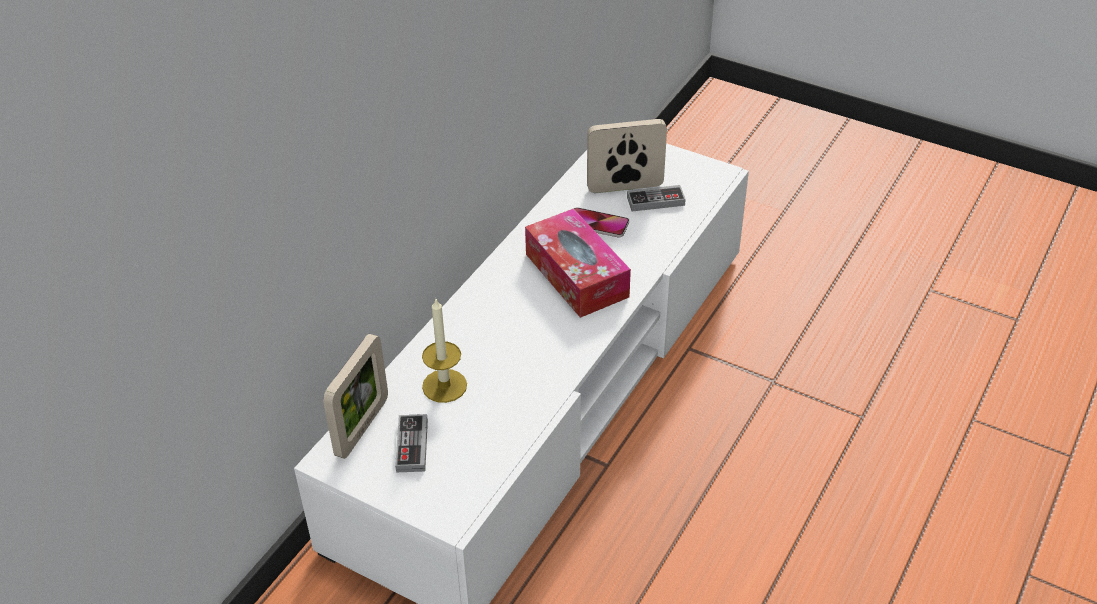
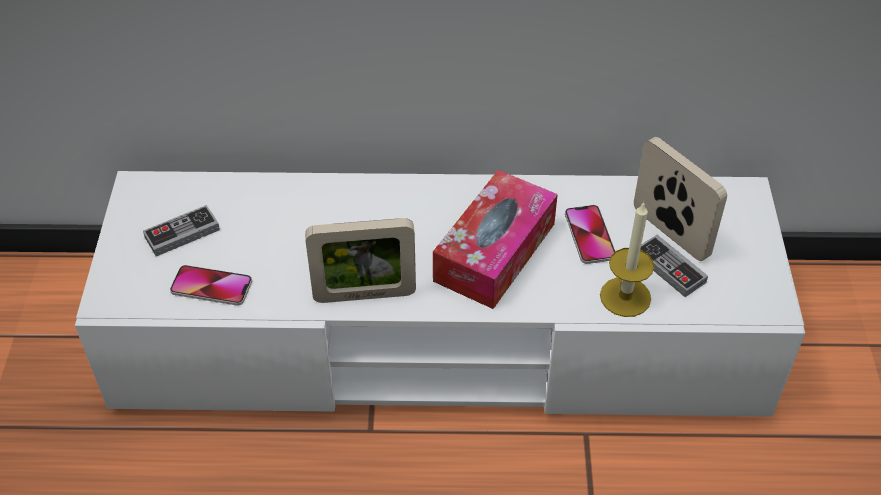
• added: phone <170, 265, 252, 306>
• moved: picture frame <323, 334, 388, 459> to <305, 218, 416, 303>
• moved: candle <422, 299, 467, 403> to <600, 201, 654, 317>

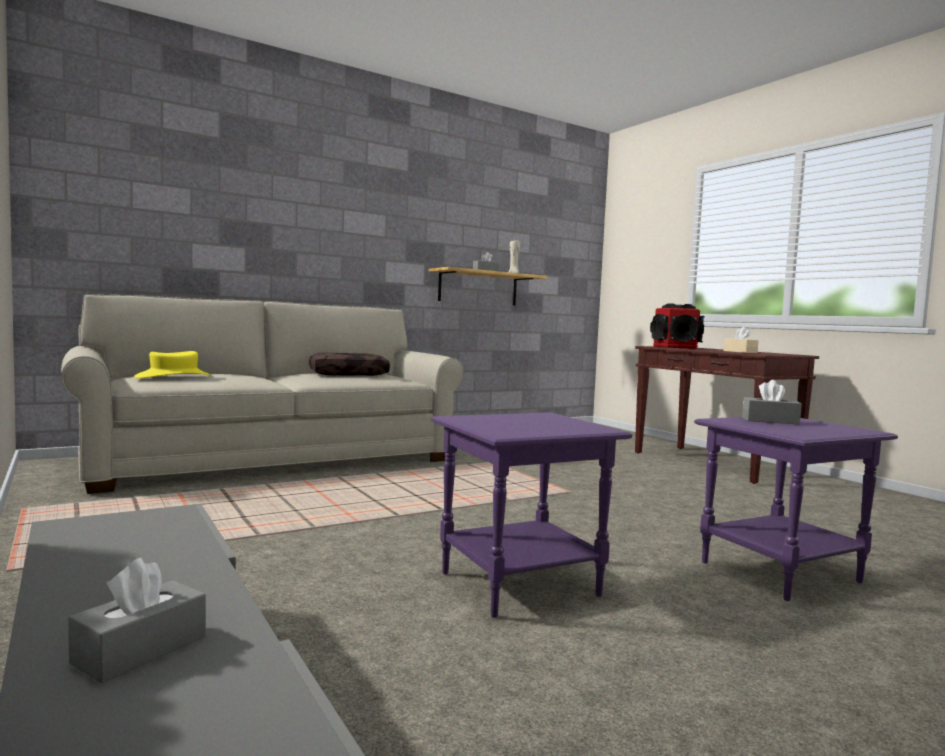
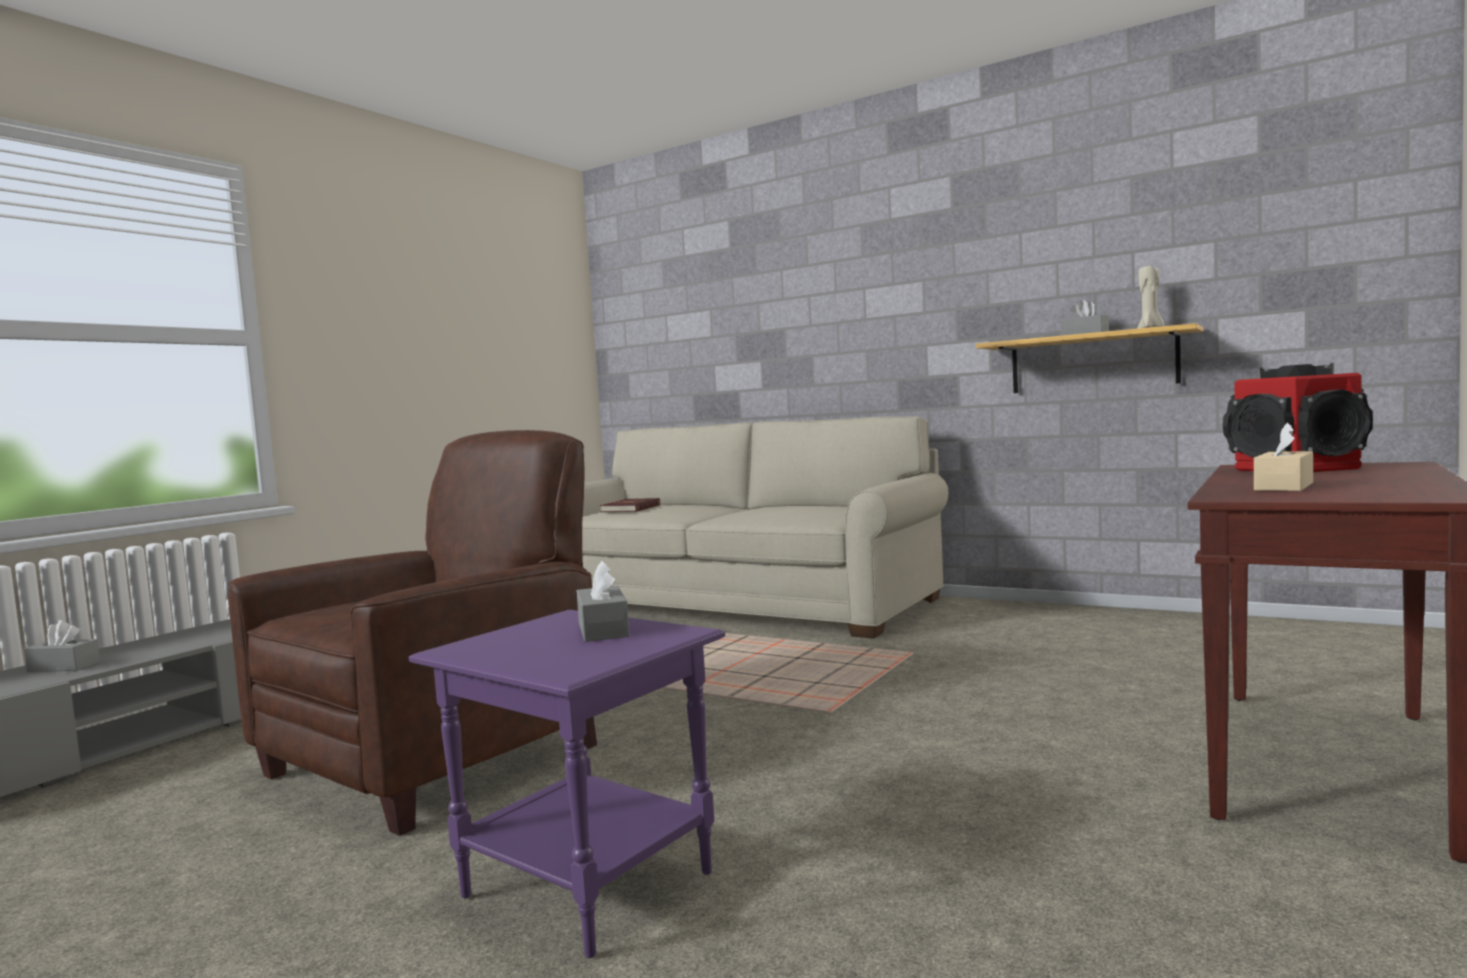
• removed: brown pillow <309, 353, 390, 376>
• replaced: yellow hat <134, 351, 212, 379> to red book <600, 498, 660, 512>
• replaced: purple side table <431, 412, 632, 618> to brown armchair <228, 430, 597, 836>

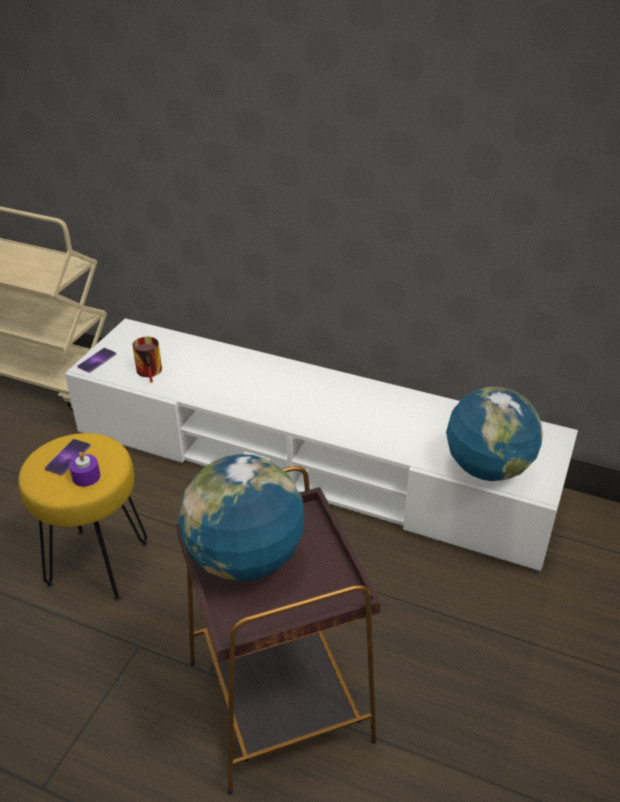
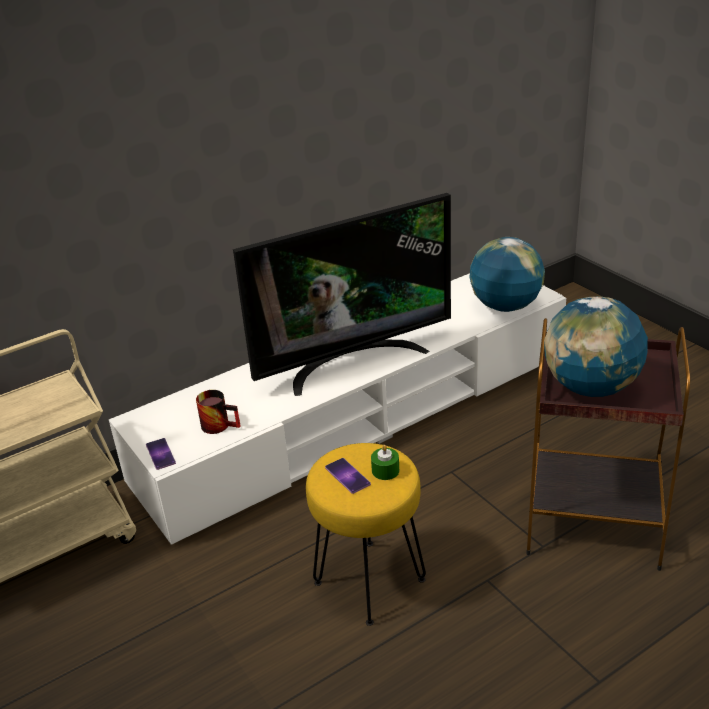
• added: television <233, 193, 451, 396>
• recoloured: purple candle <69, 452, 100, 487> to green candle <371, 445, 399, 480>

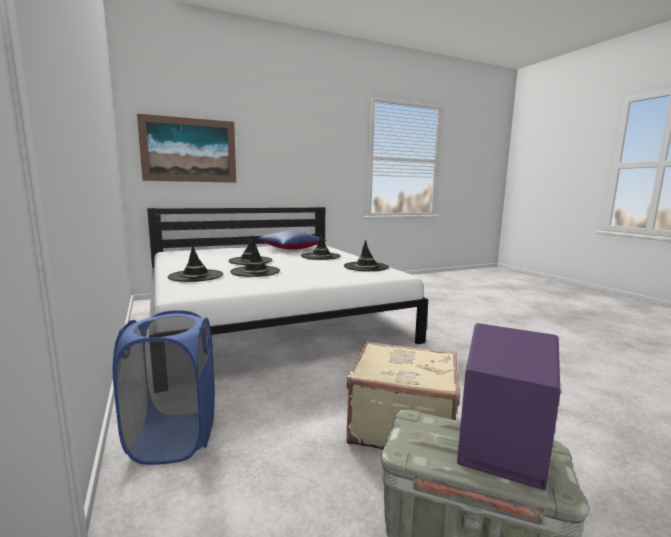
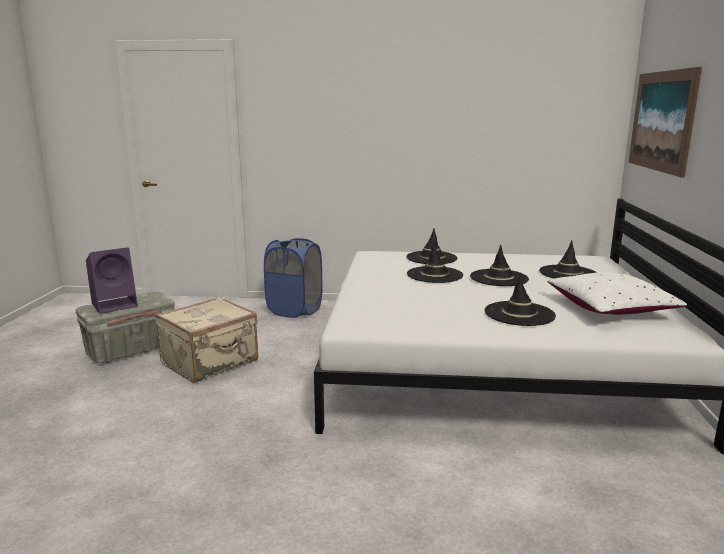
• moved: black hat <344, 240, 389, 271> to <539, 240, 596, 278>
• recoloured: blue pillow <257, 231, 326, 250> to white pillow <547, 272, 687, 315>

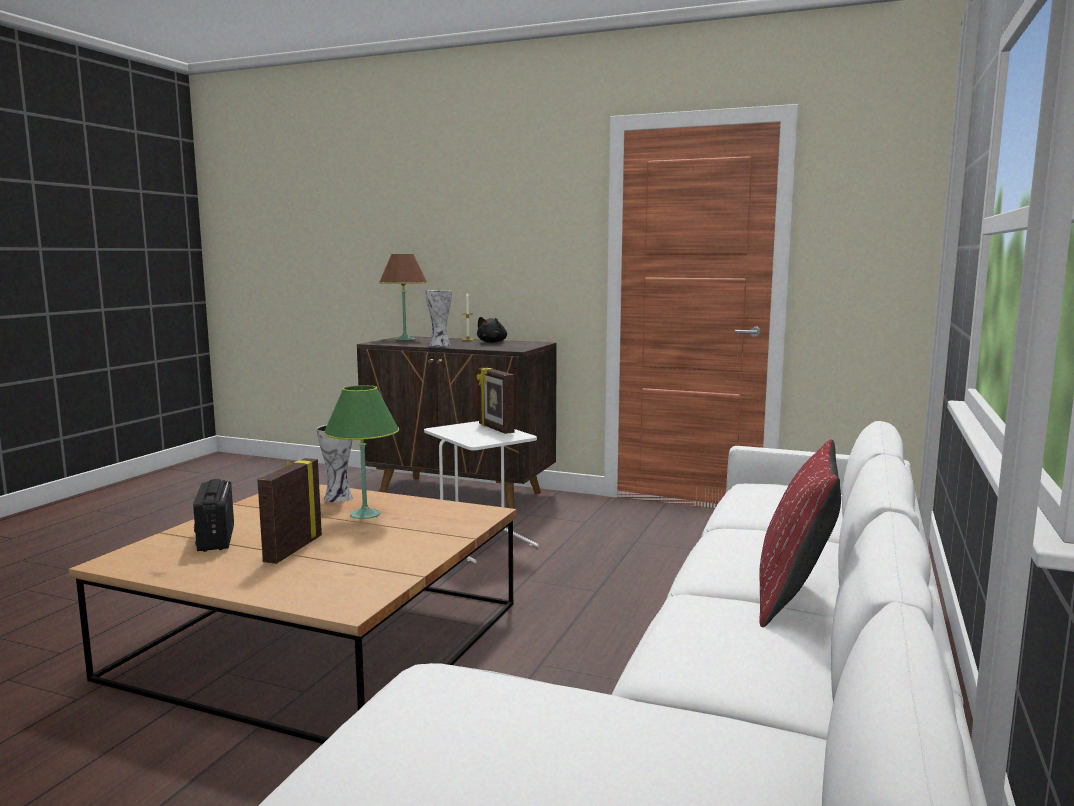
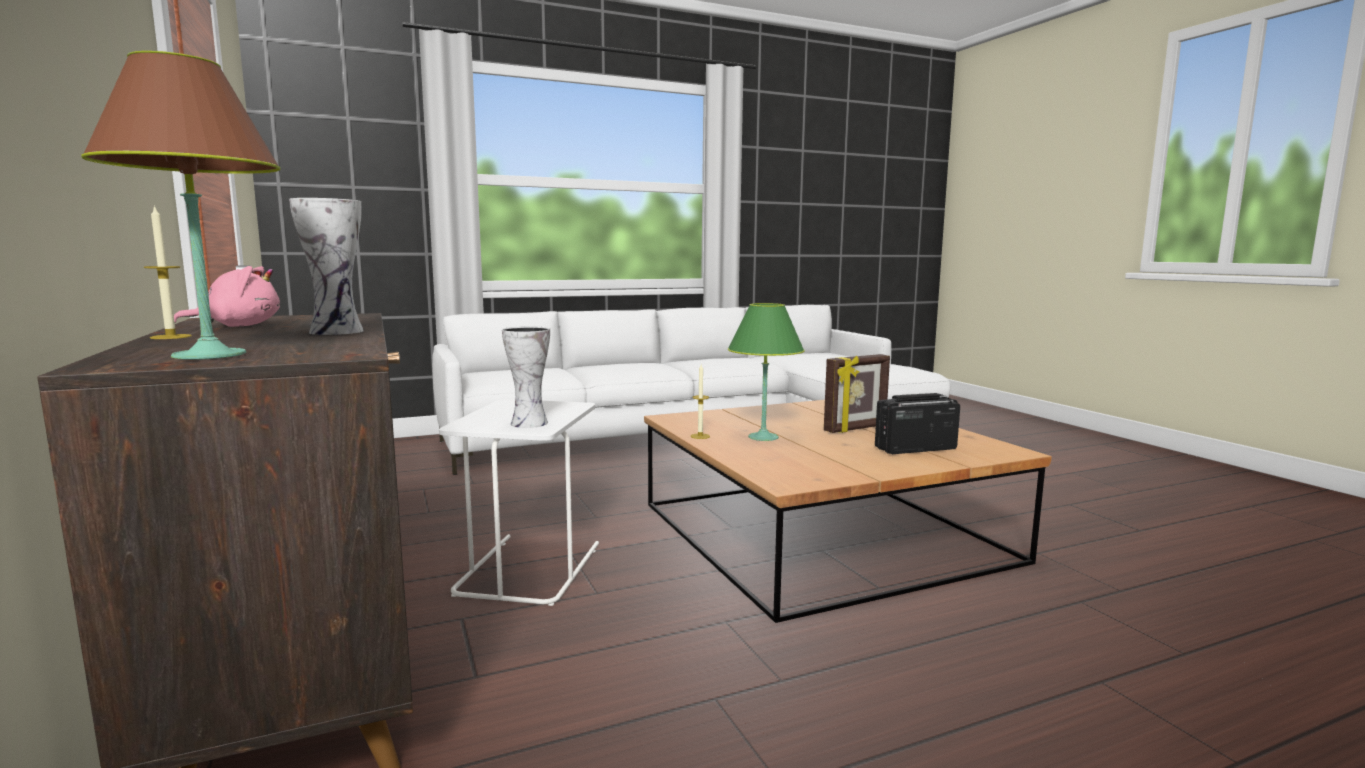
• removed: picture frame <477, 367, 514, 434>
• removed: red pillow <759, 439, 841, 627>
• added: candle <691, 364, 710, 439>
• moved: vase <317, 425, 353, 503> to <502, 326, 550, 428>
• recoloured: black plush toy <477, 317, 507, 343> to pink plush toy <174, 266, 280, 327>
• turned: radio <193, 479, 234, 552> = <875, 393, 960, 454> 135 degrees counterclockwise

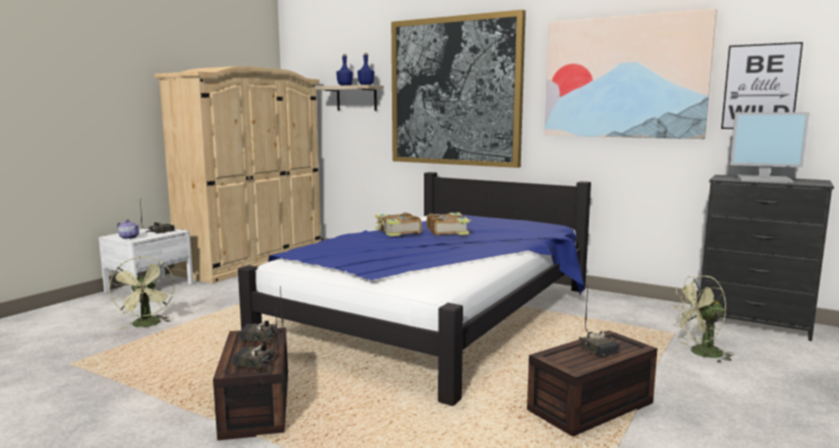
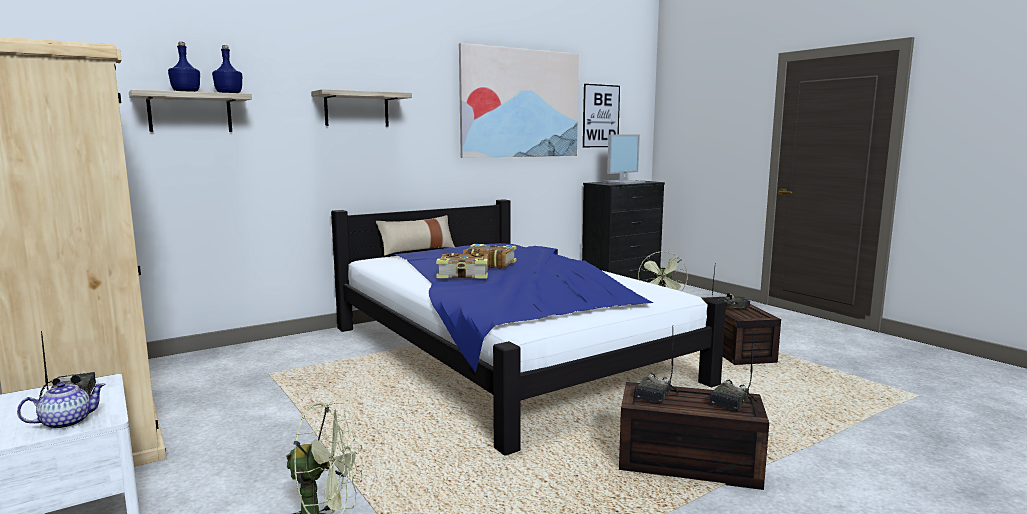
• added: beige pillow <376, 215, 455, 256>
• replaced: picture <391, 10, 526, 168> to shelf <311, 89, 412, 126>

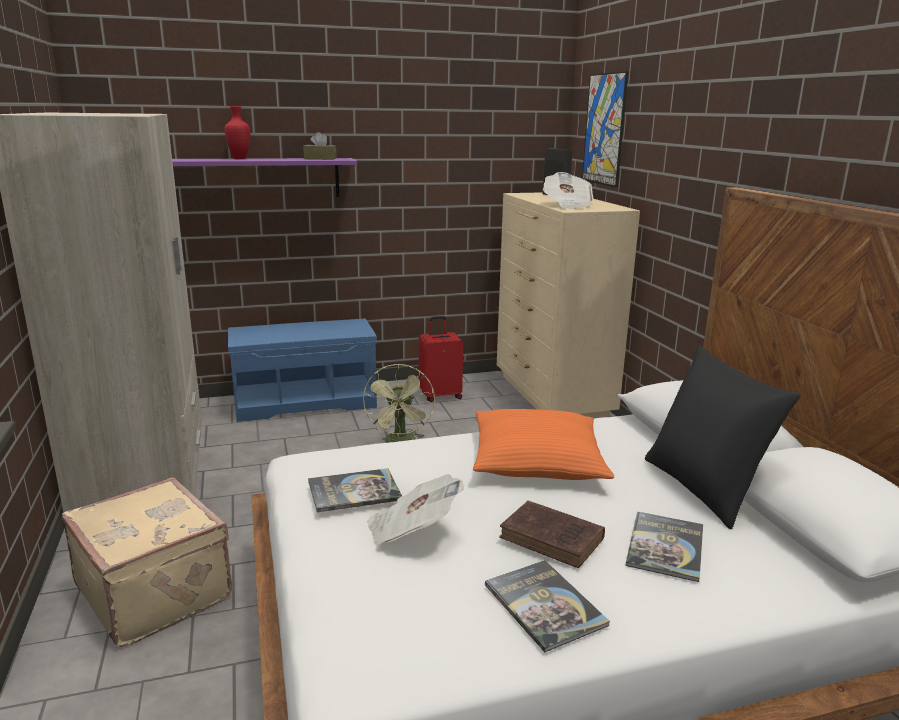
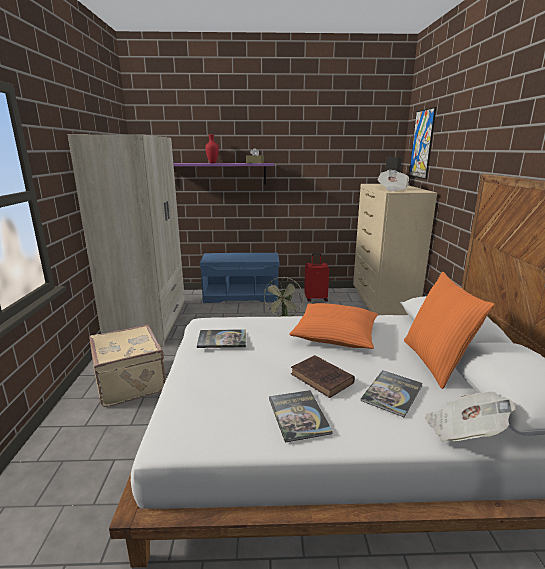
• moved: newspaper <367, 474, 464, 546> to <425, 391, 516, 442>
• recoloured: black pillow <645, 346, 801, 529> to orange pillow <404, 272, 495, 389>

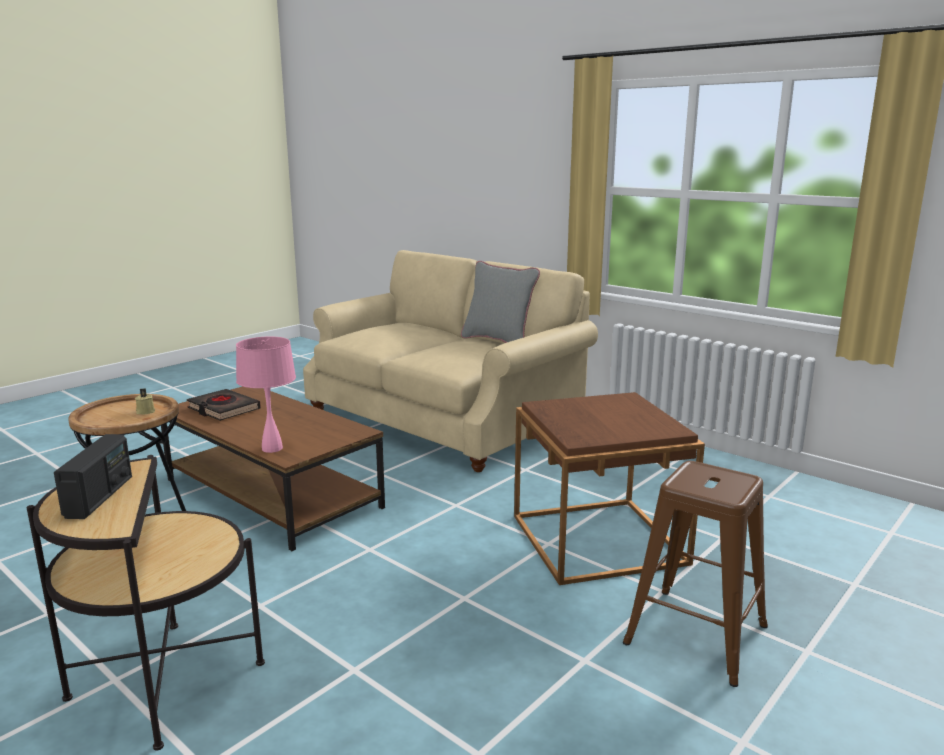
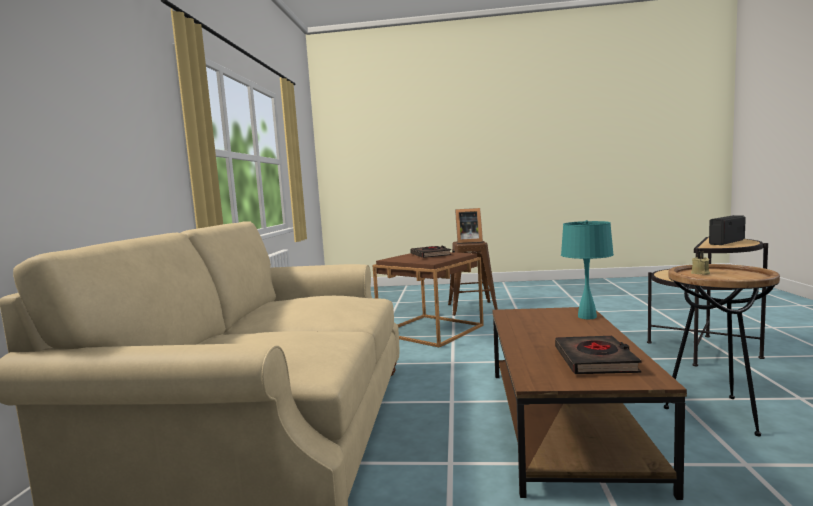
• removed: grey pillow <461, 261, 540, 343>
• added: black book <410, 246, 451, 258>
• added: picture frame <455, 208, 483, 244>
• recoloured: pink table lamp <236, 336, 296, 453> to turquoise table lamp <561, 220, 614, 319>

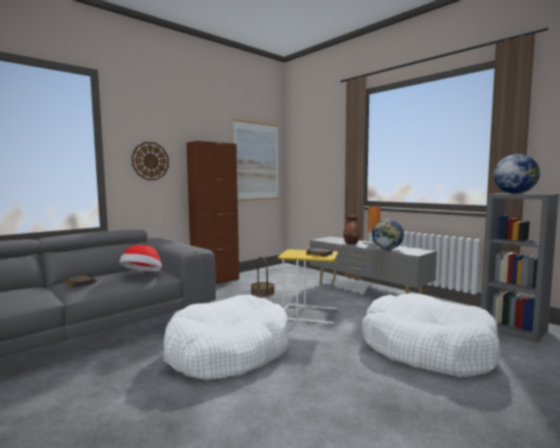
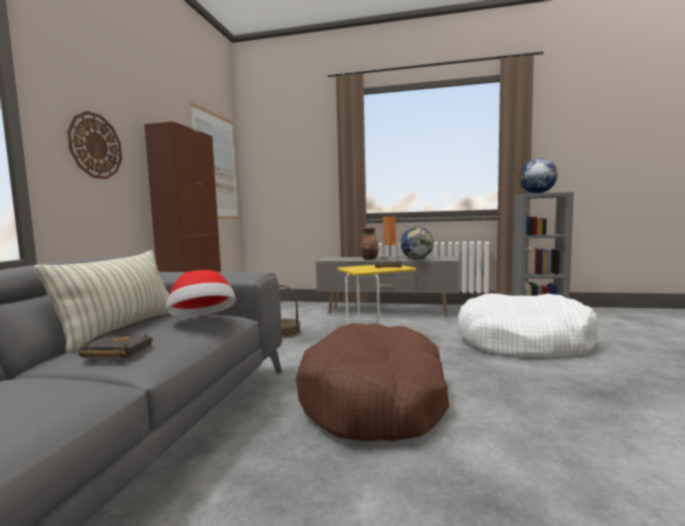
• added: pillow <34, 250, 169, 353>
• recoloured: white dog bed <163, 295, 288, 380> to brown dog bed <296, 323, 449, 441>

